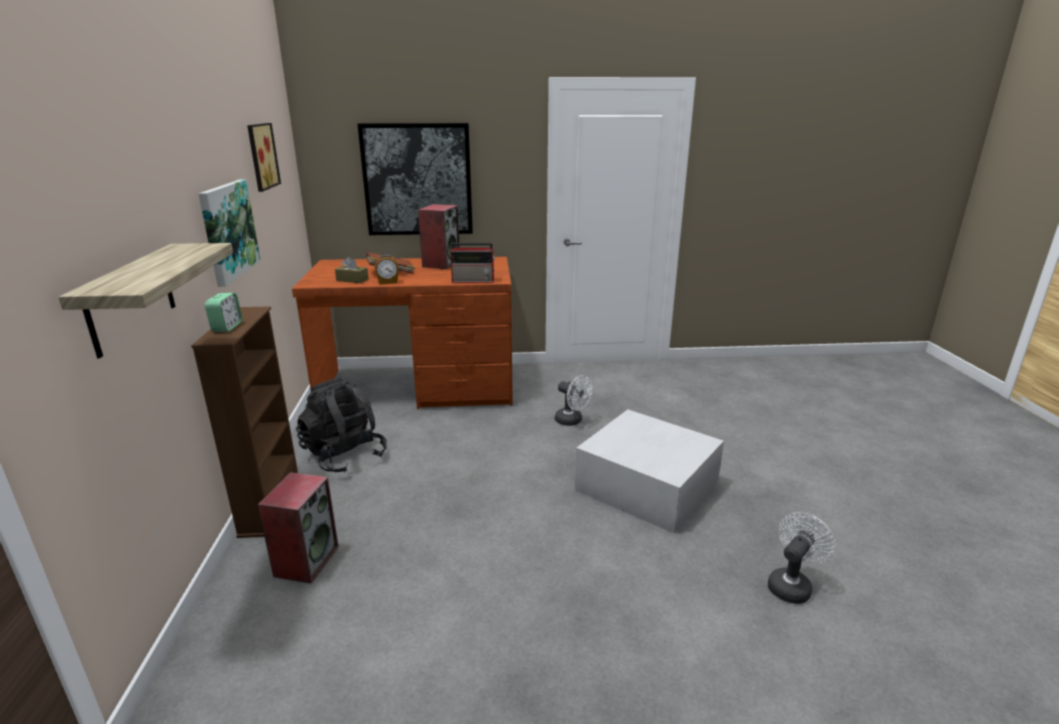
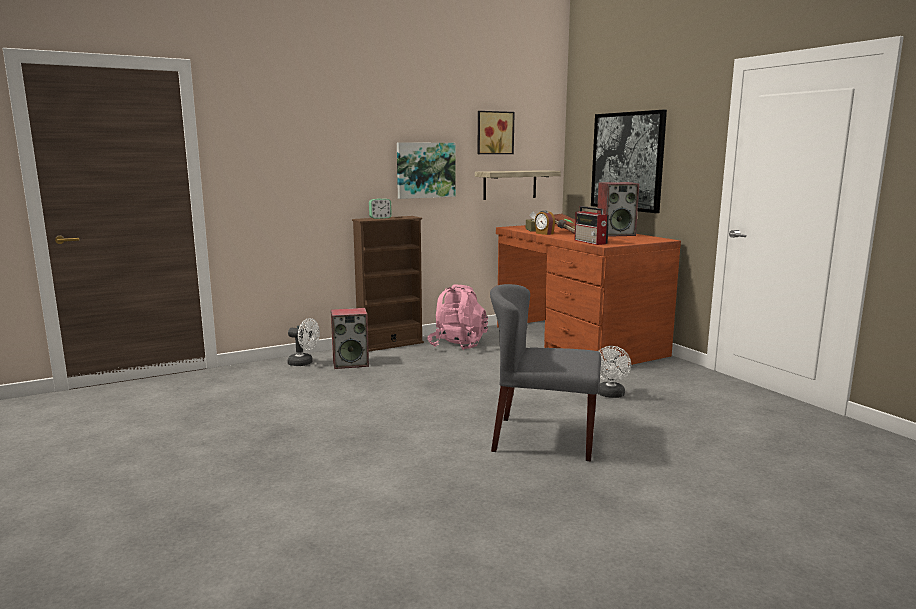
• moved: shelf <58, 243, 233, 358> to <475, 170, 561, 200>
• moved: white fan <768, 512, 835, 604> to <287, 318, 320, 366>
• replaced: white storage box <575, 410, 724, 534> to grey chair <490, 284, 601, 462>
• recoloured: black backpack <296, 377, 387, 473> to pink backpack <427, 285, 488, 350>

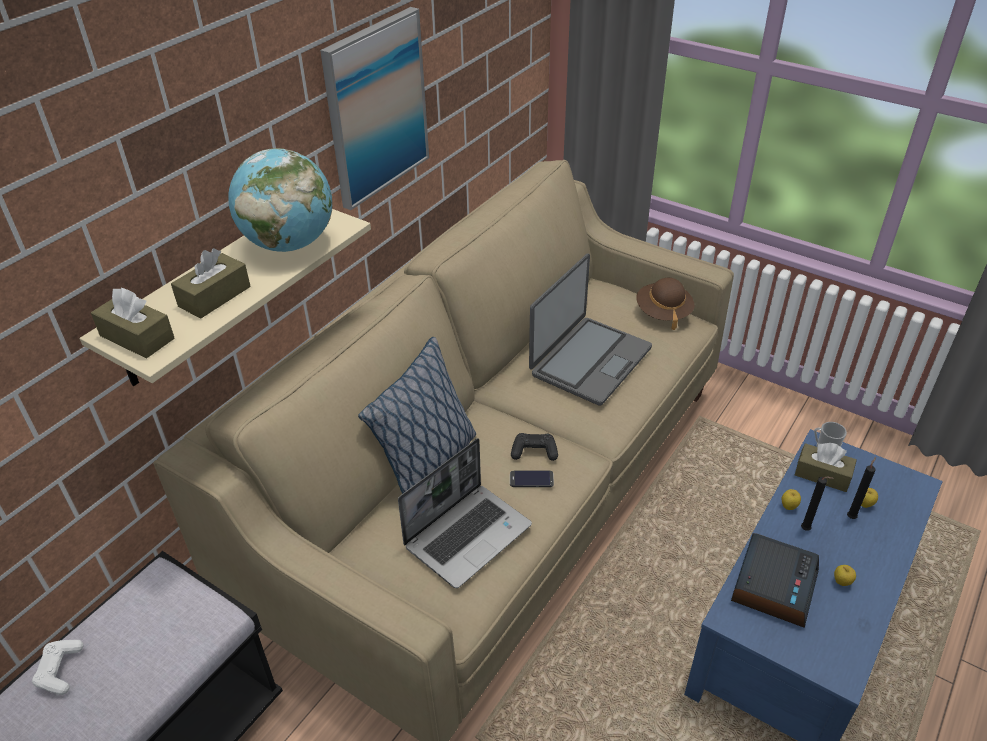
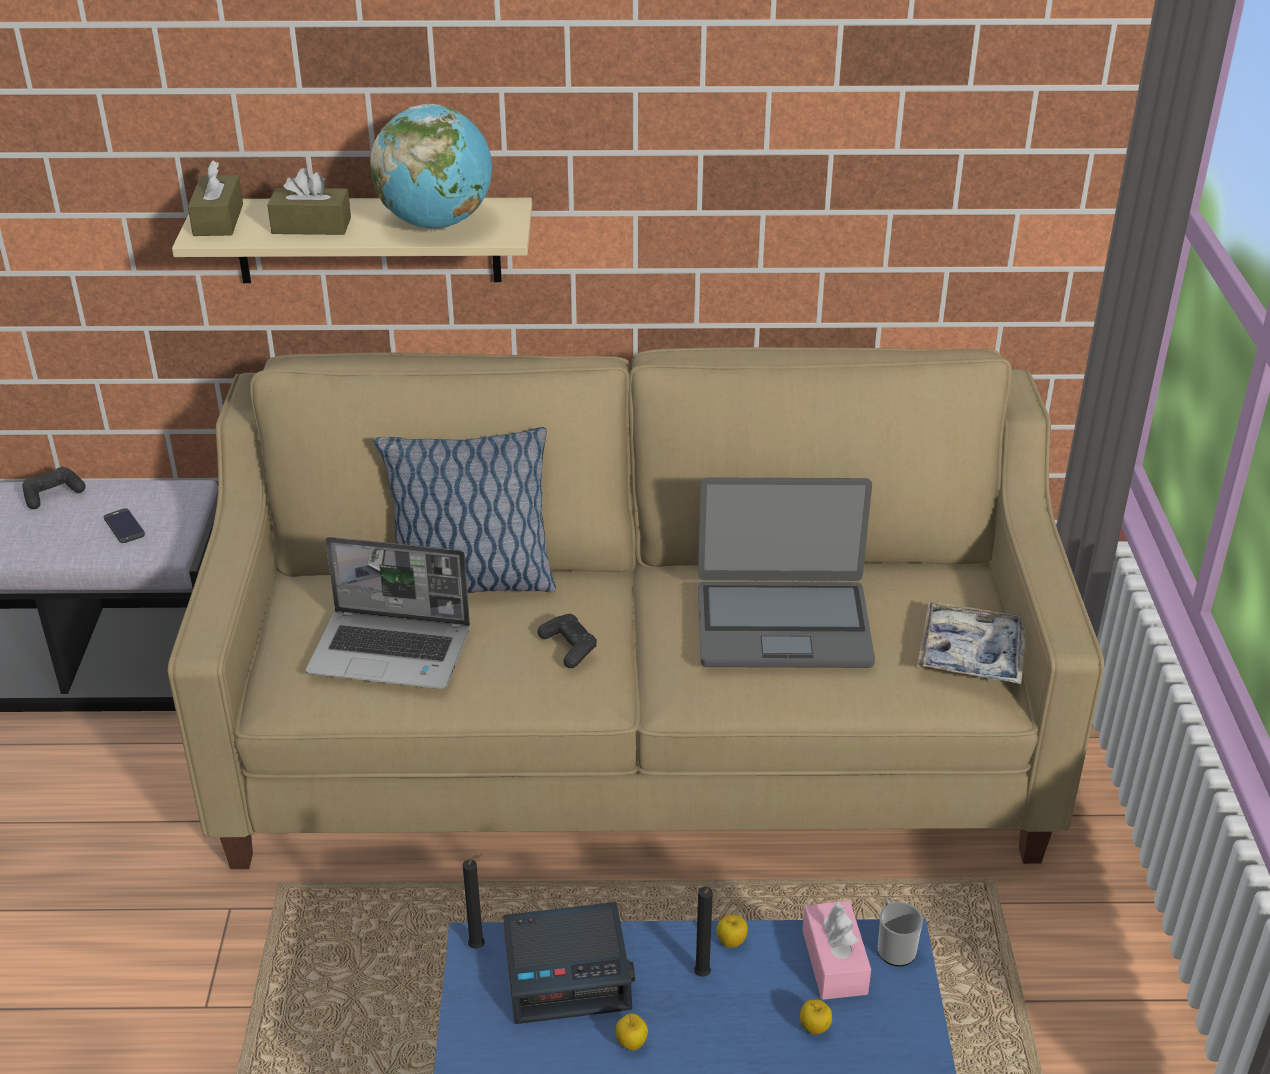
• removed: picture <320, 7, 429, 210>
• moved: phone <510, 471, 554, 487> to <104, 508, 145, 543>
• moved: black candle <847, 457, 876, 519> to <463, 854, 485, 949>
• replaced: brown hat <636, 278, 694, 330> to tray <917, 601, 1026, 684>
• recoloured: white game controller <32, 640, 83, 695> to black game controller <22, 467, 85, 509>
• recoloured: brown tissue box <795, 443, 857, 492> to pink tissue box <802, 901, 871, 1000>

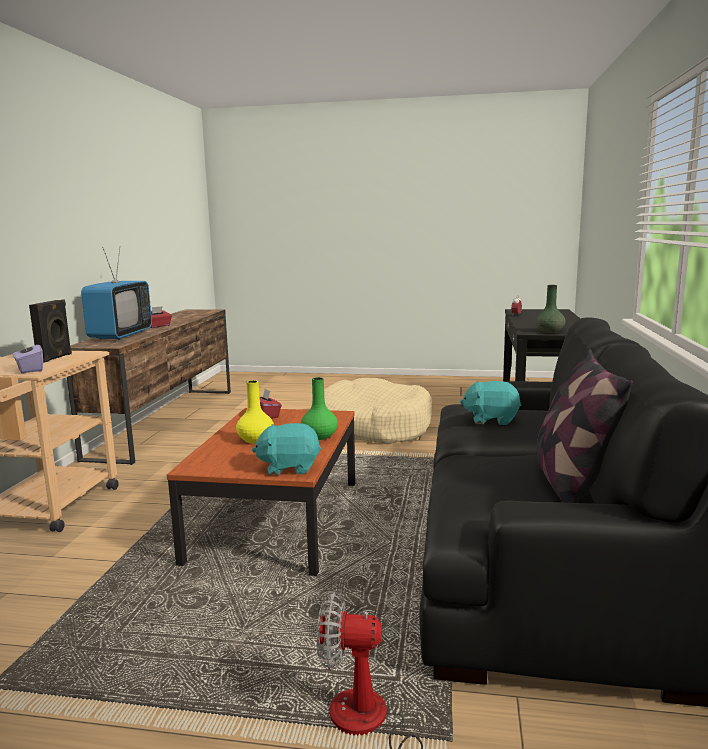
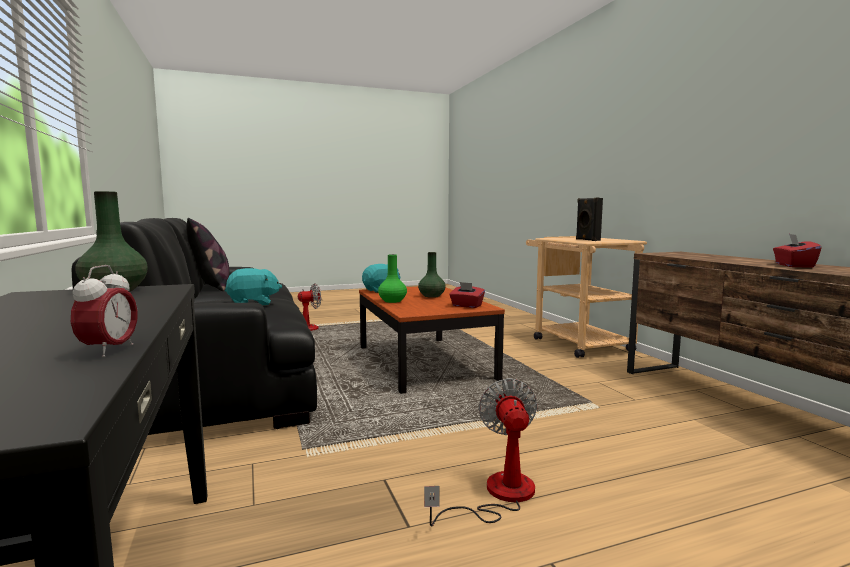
• removed: purple tissue box <13, 339, 43, 373>
• removed: television <81, 246, 152, 340>
• replaced: beige dog bed <324, 378, 432, 444> to fan <424, 378, 537, 526>
• recoloured: yellow vase <236, 380, 274, 444> to green vase <418, 252, 446, 298>

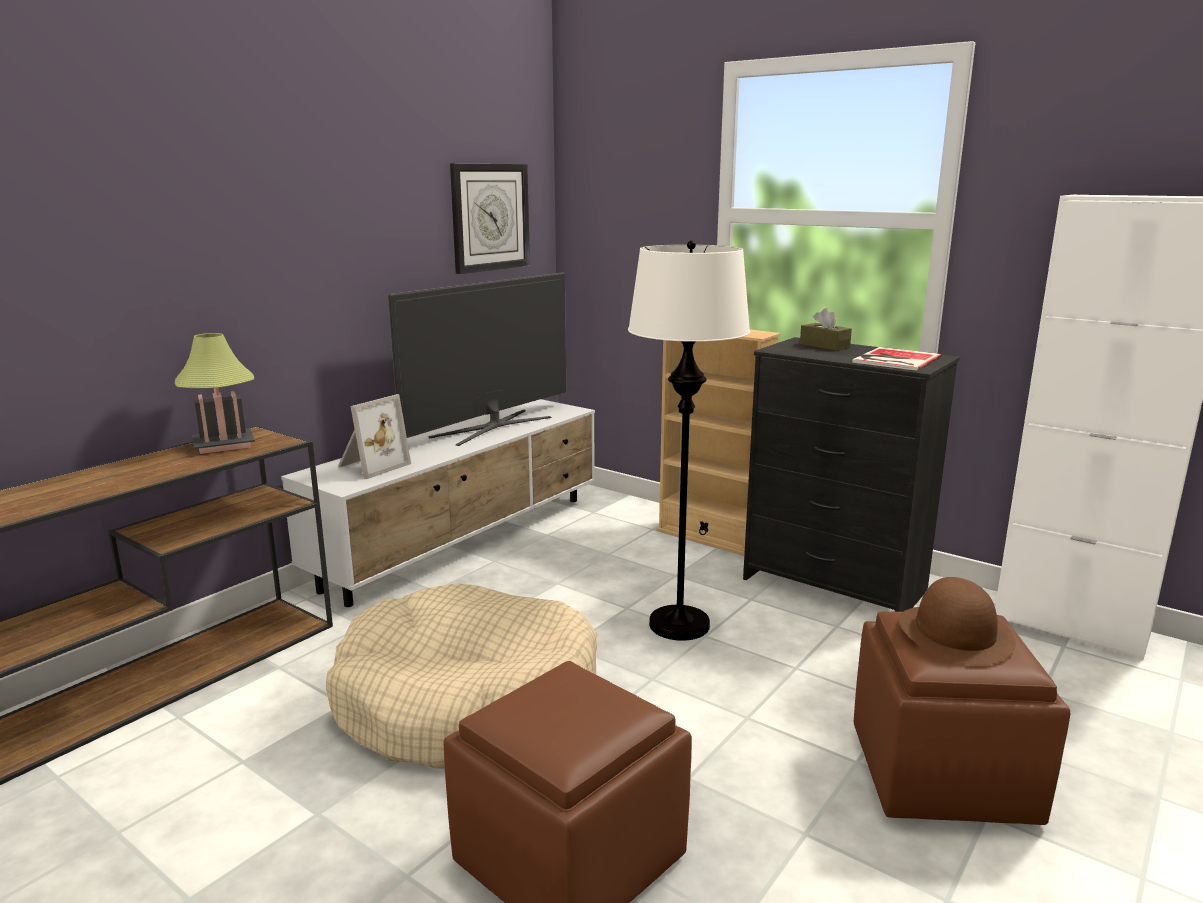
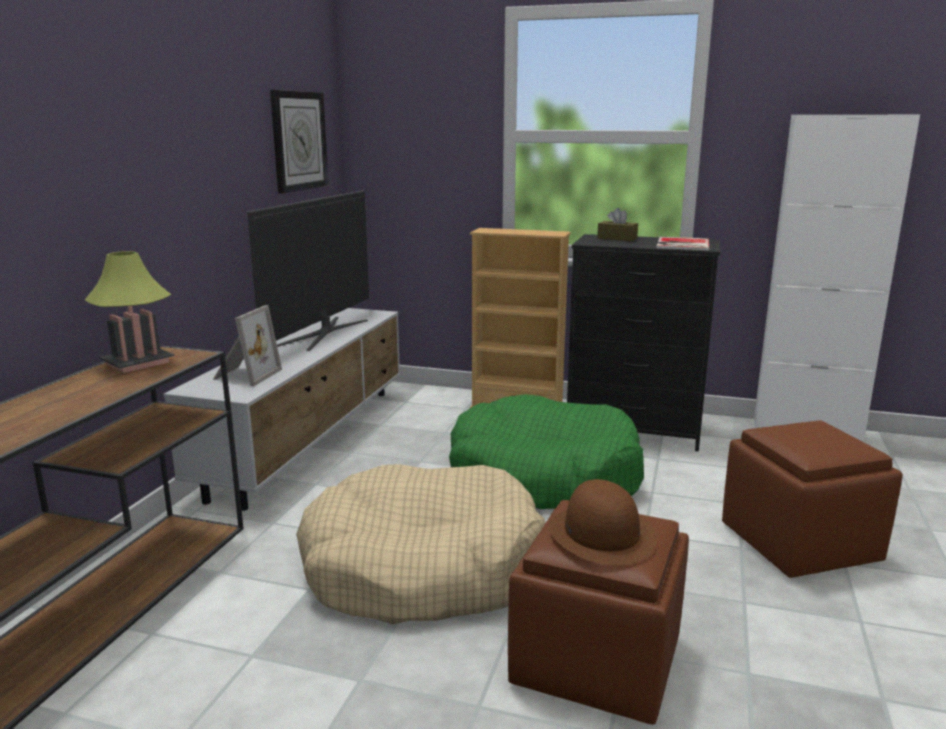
• moved: brown hat <898, 577, 1016, 665> to <548, 479, 657, 566>
• replaced: white floor lamp <628, 241, 750, 641> to green dog bed <449, 394, 644, 509>

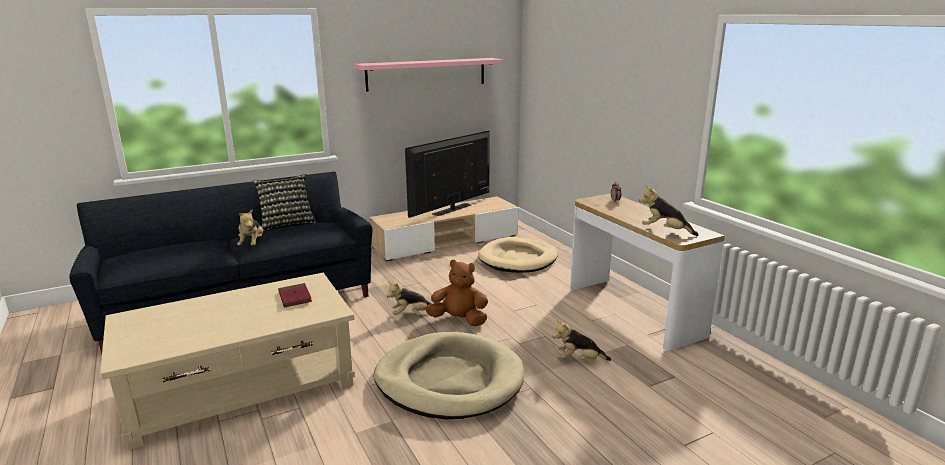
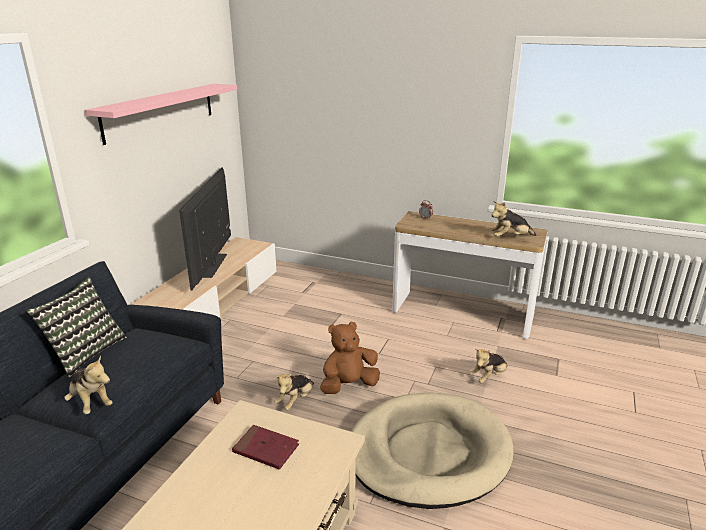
• removed: beige dog bed <478, 237, 558, 273>

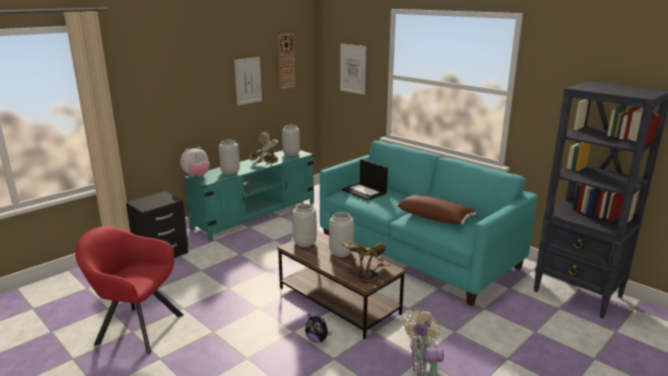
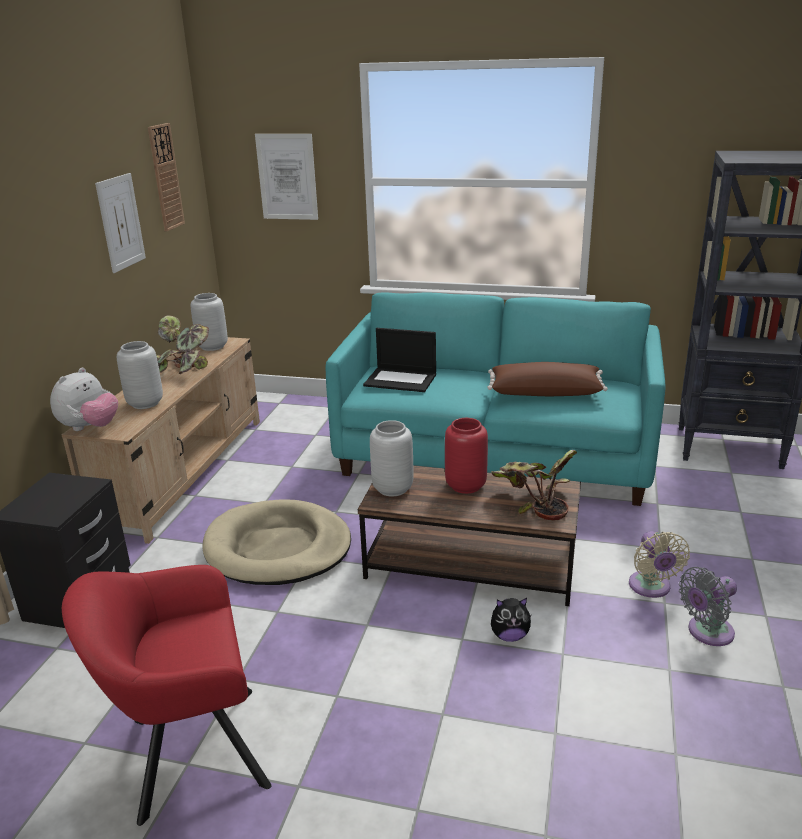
• added: beige dog bed <202, 500, 351, 585>
• recoloured: turquoise tv stand <184, 150, 314, 242> to beige tv stand <62, 337, 260, 544>
• recoloured: grey vase <329, 212, 354, 257> to red vase <445, 418, 488, 494>

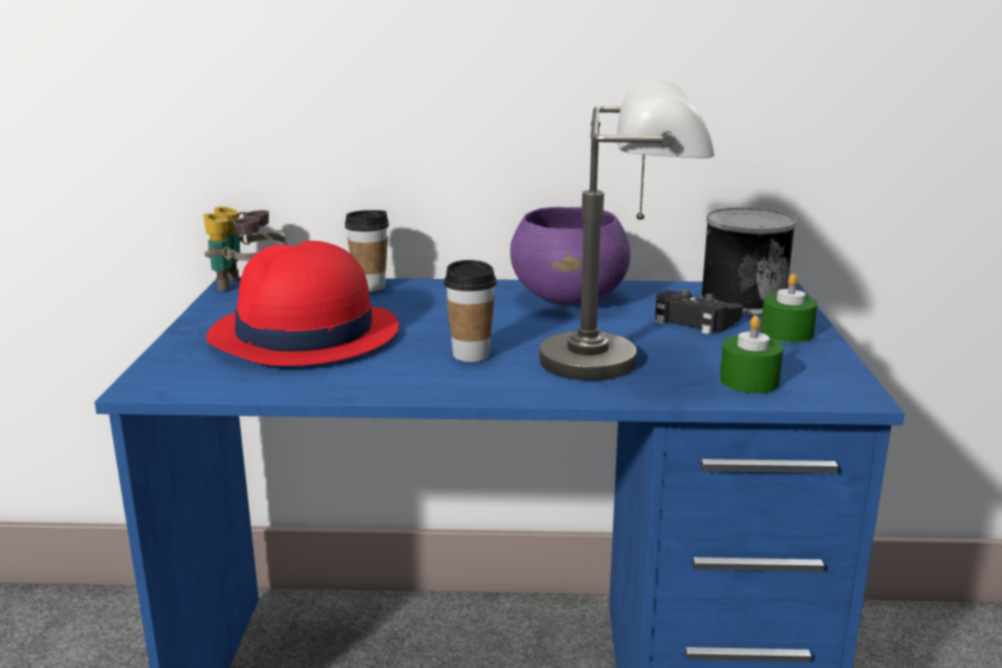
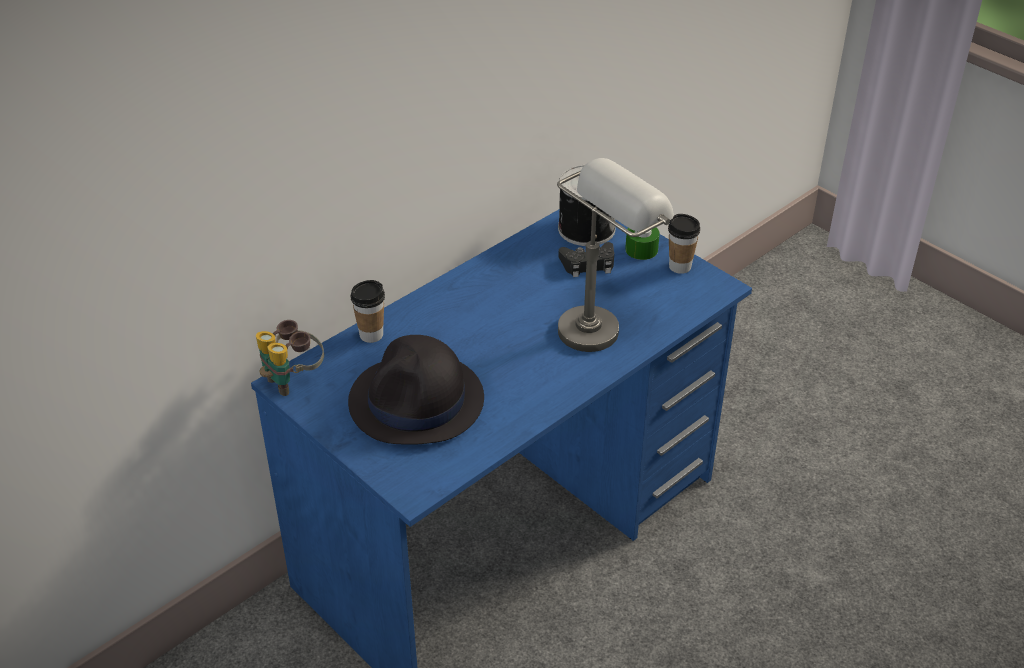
• removed: purple bowl <510, 207, 630, 305>
• removed: green candle <720, 315, 783, 393>
• moved: cup <444, 260, 497, 362> to <668, 214, 700, 274>
• recoloured: red hat <206, 241, 399, 366> to black hat <348, 335, 484, 445>

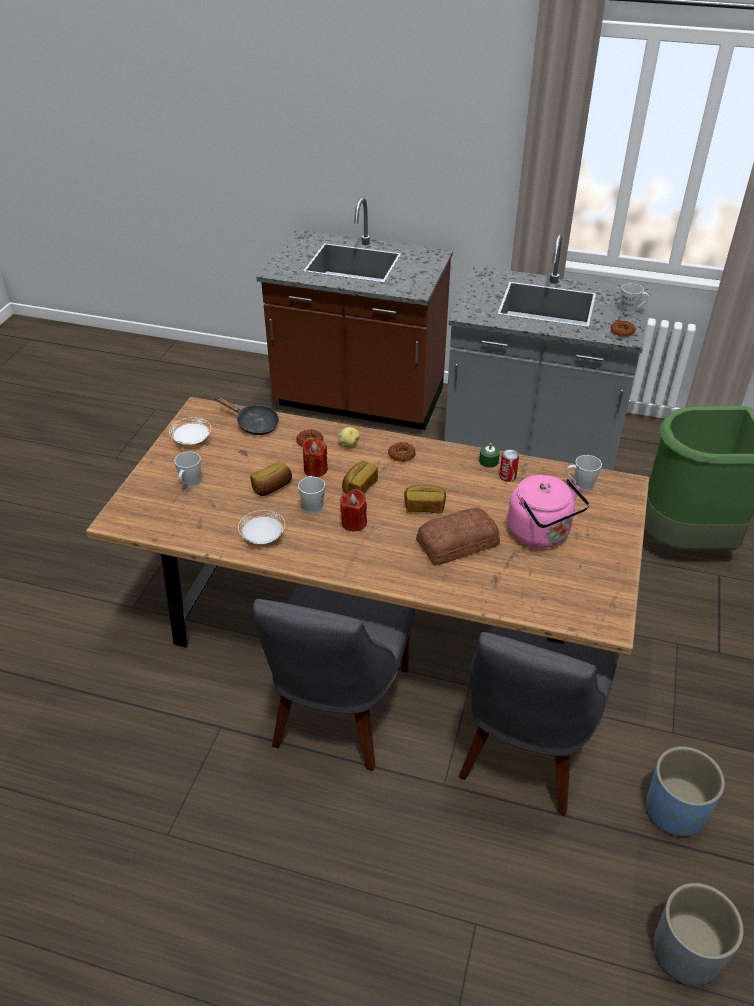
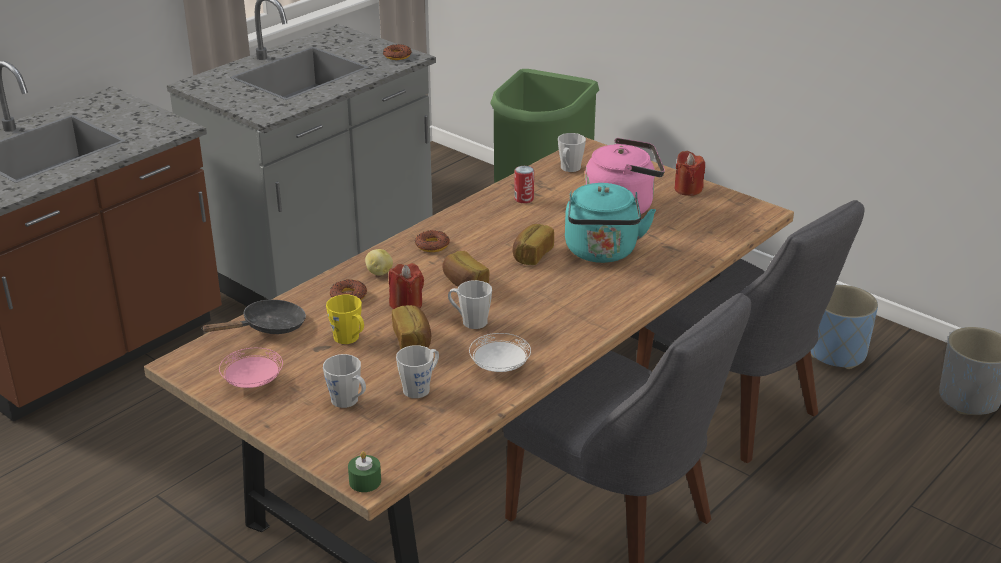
• added: yellow mug <326, 295, 364, 344>
• moved: red candle <340, 489, 367, 531> to <675, 151, 705, 196>
• moved: green candle <479, 443, 500, 468> to <348, 451, 381, 492>
• moved: grey mug <620, 283, 649, 314> to <396, 345, 439, 398>
• replaced: bread <416, 508, 500, 566> to turquoise kettle <565, 183, 656, 263>
• recoloured: white plate <169, 417, 211, 445> to pink plate <219, 348, 283, 388>

